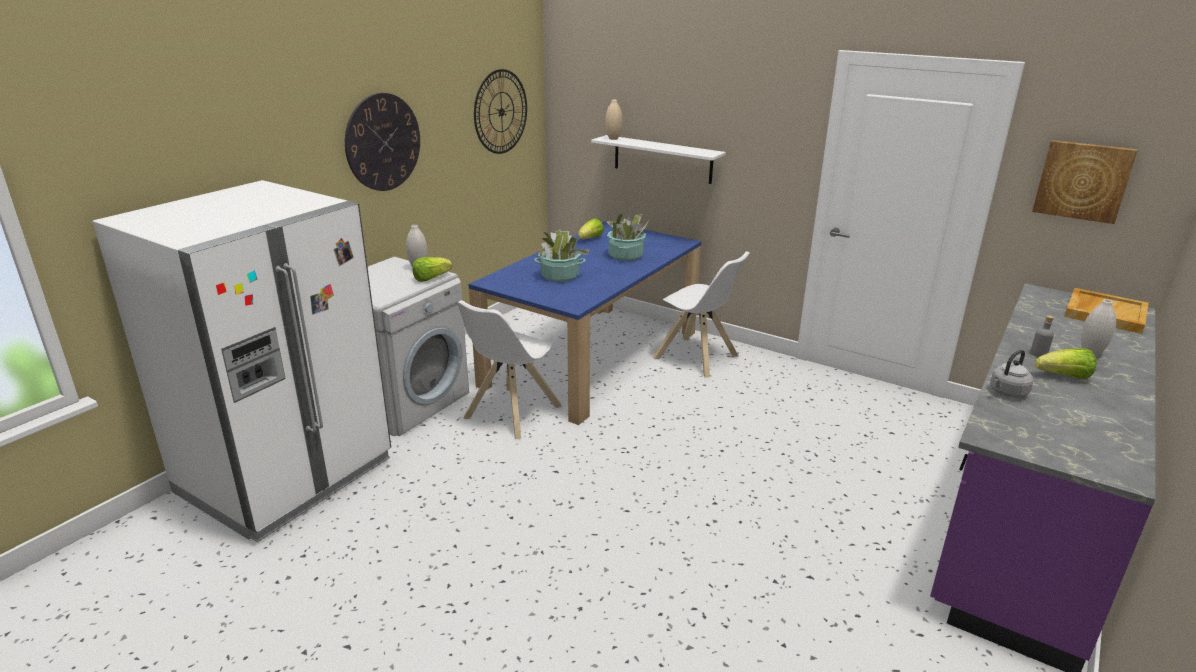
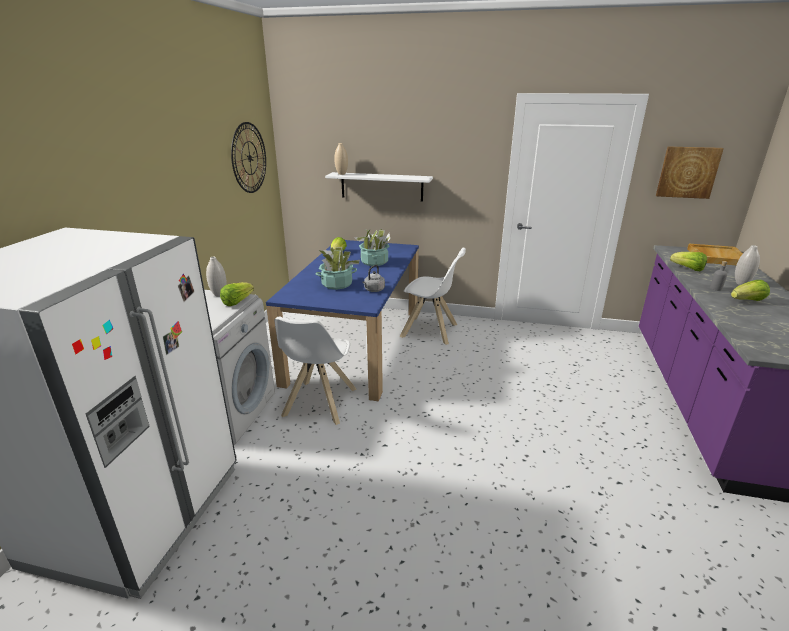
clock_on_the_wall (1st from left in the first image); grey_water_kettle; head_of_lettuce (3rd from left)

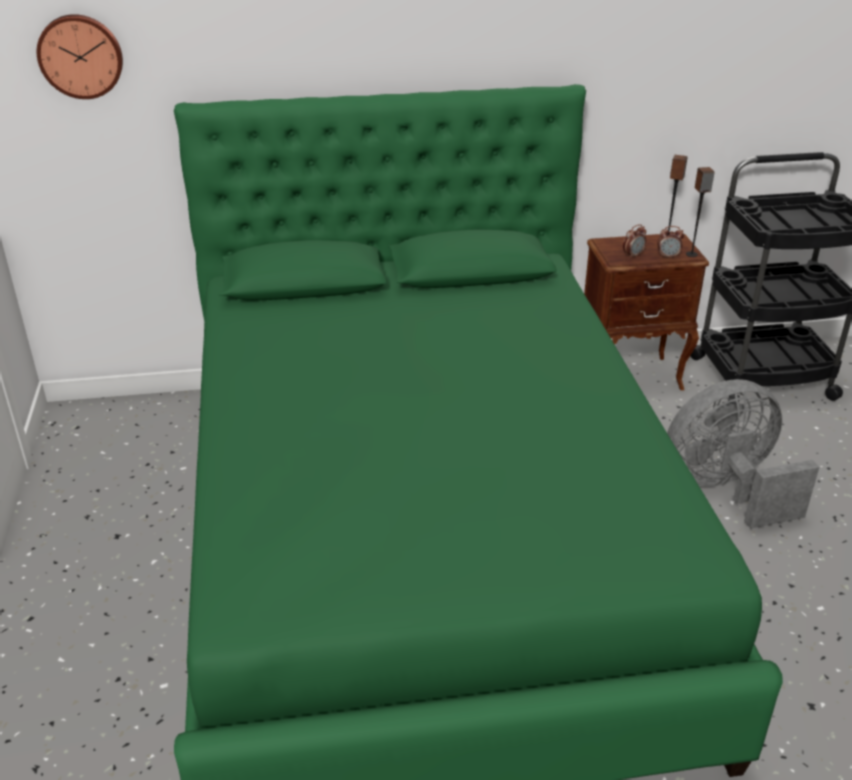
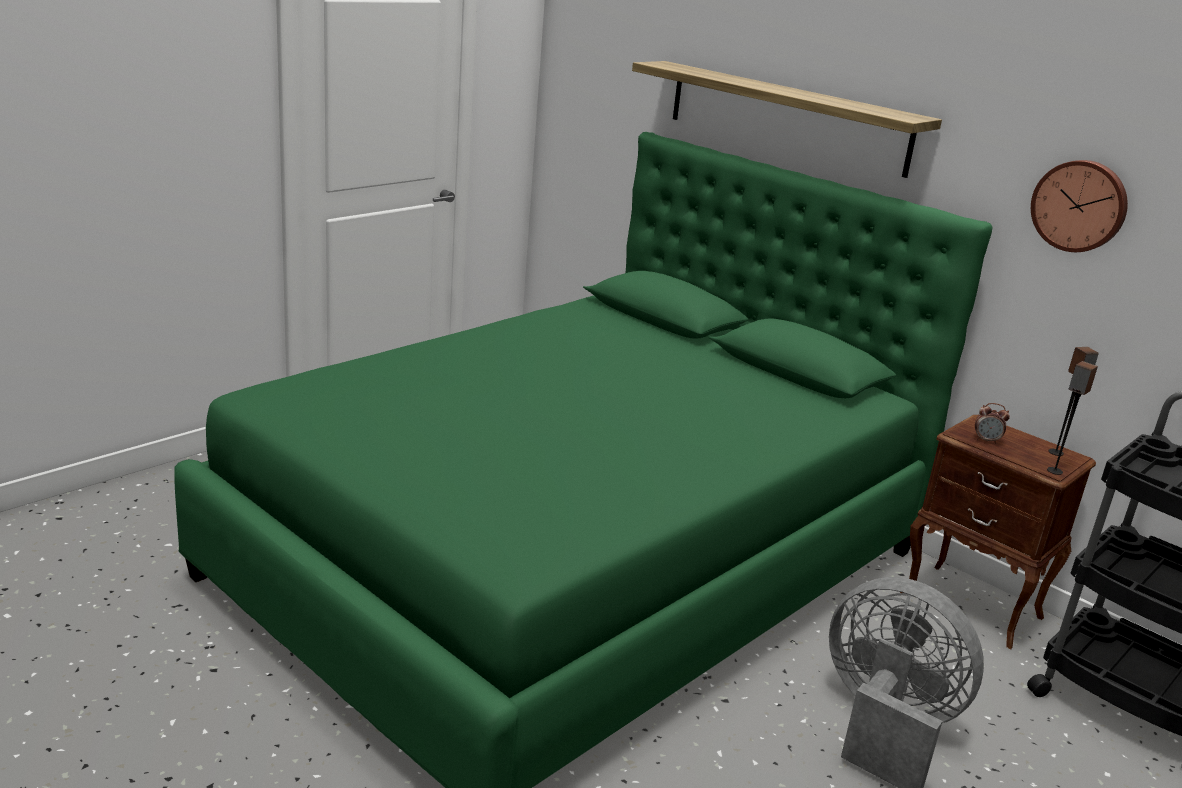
clock_on_the_wall; alarm_clock (2nd from left in the first image); bracket_shelf

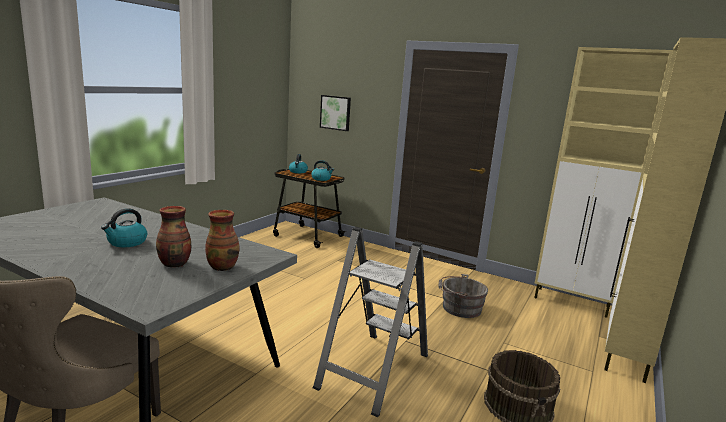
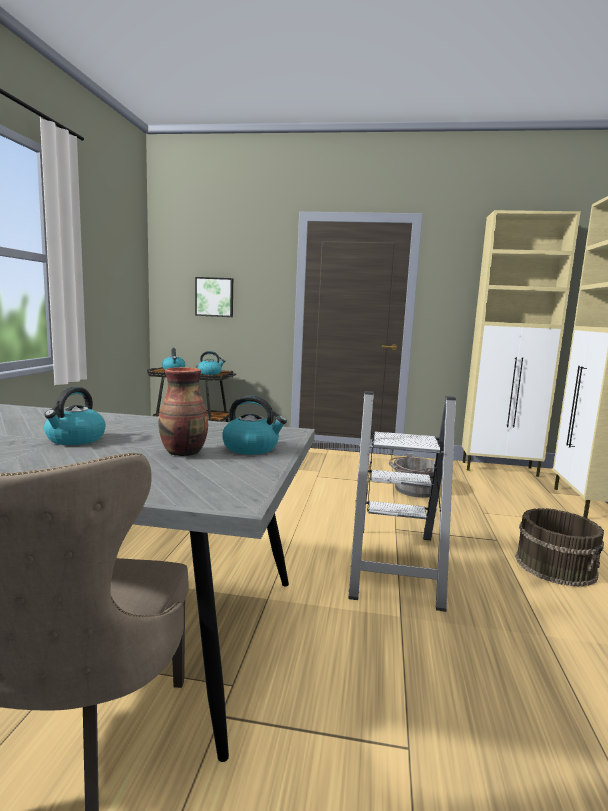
water_kettle (4th from left)

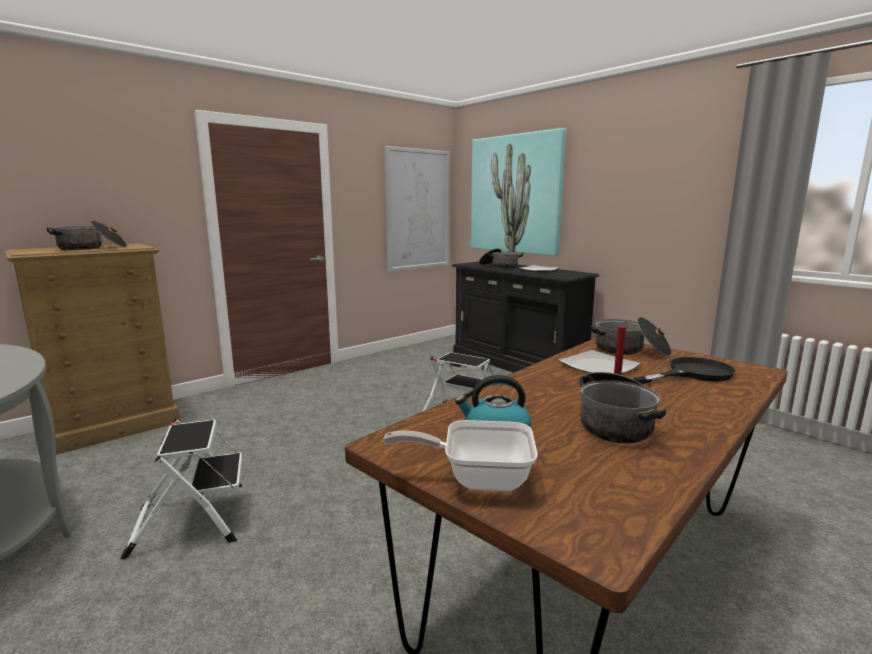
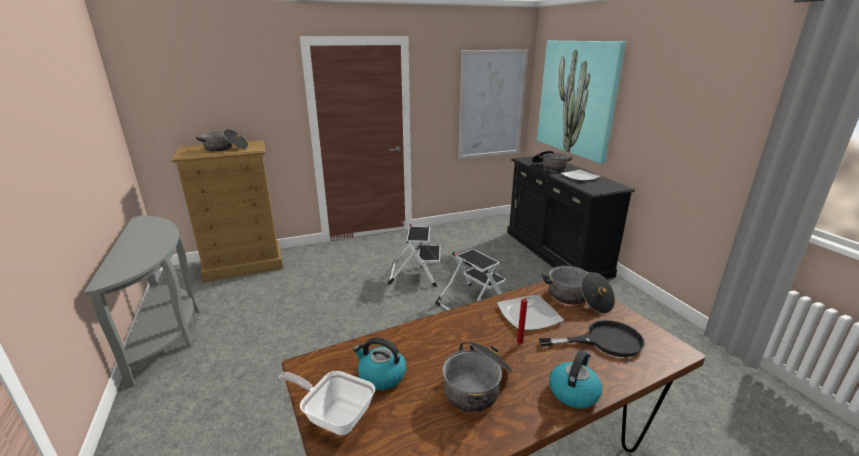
step_ladder (1st from left); water_kettle (2nd from left)

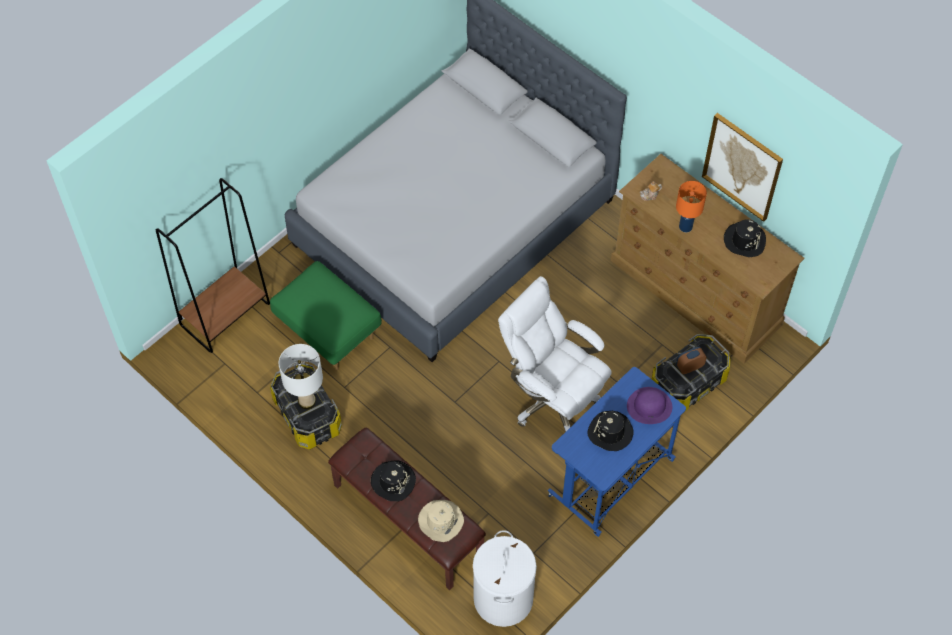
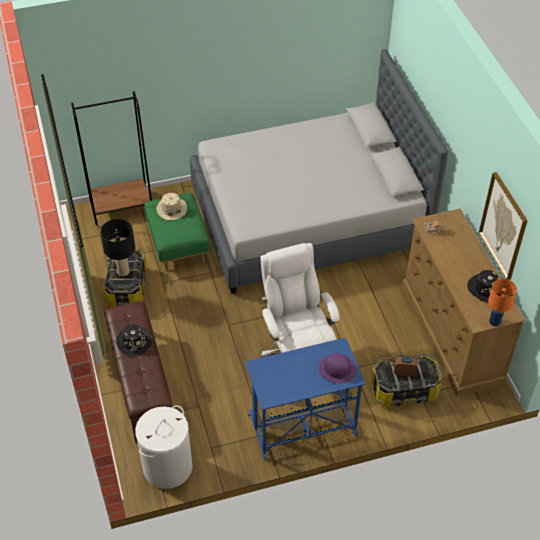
orange_table_lamp; black_table_lamp; black_hat (2nd from left in the first image); beige_hat

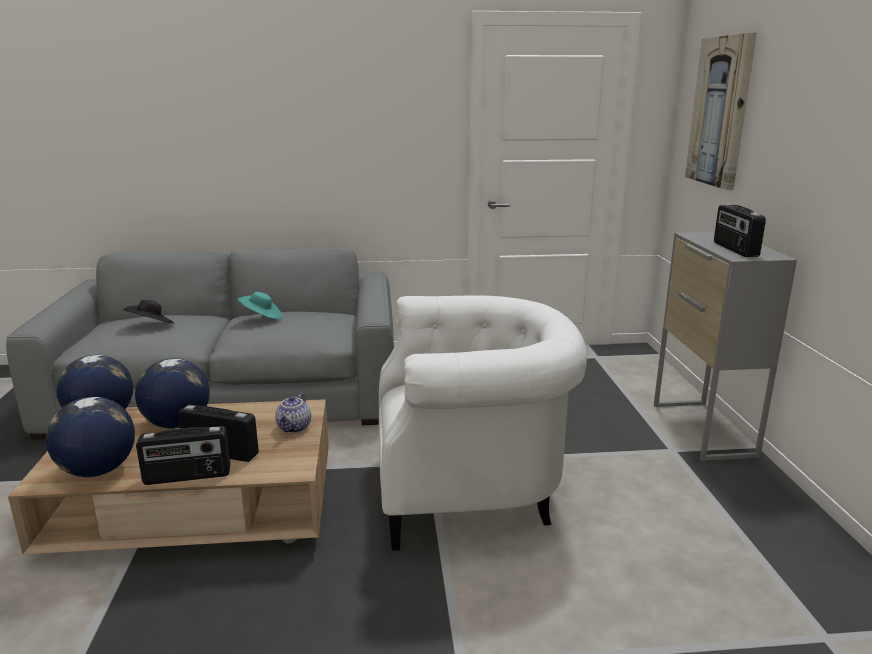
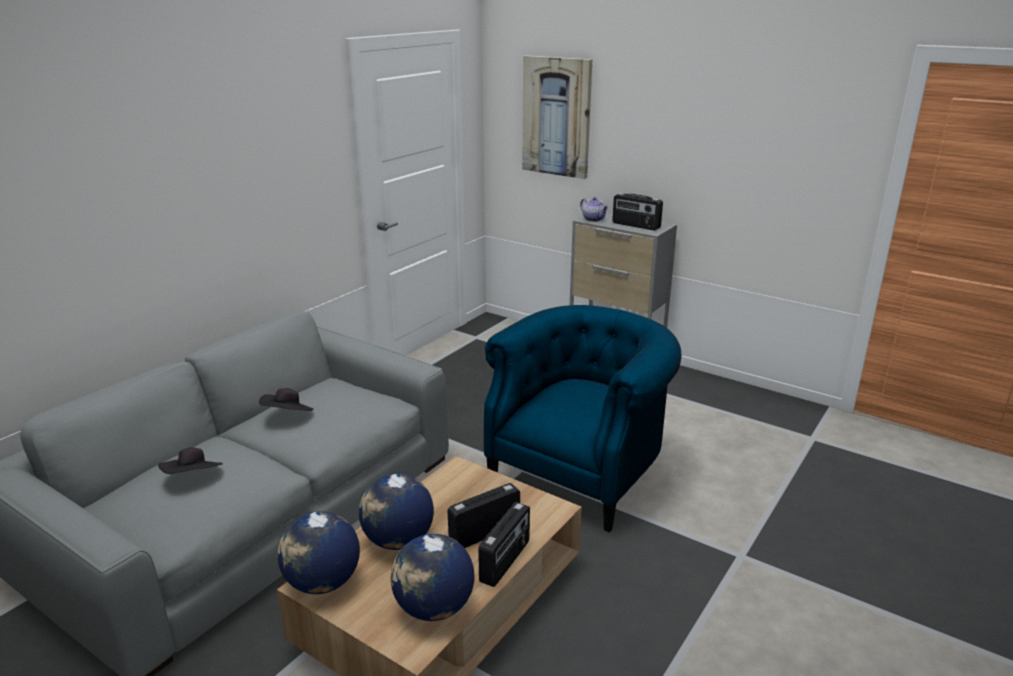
black_hat (2nd from left); bluish_armchair; teapot

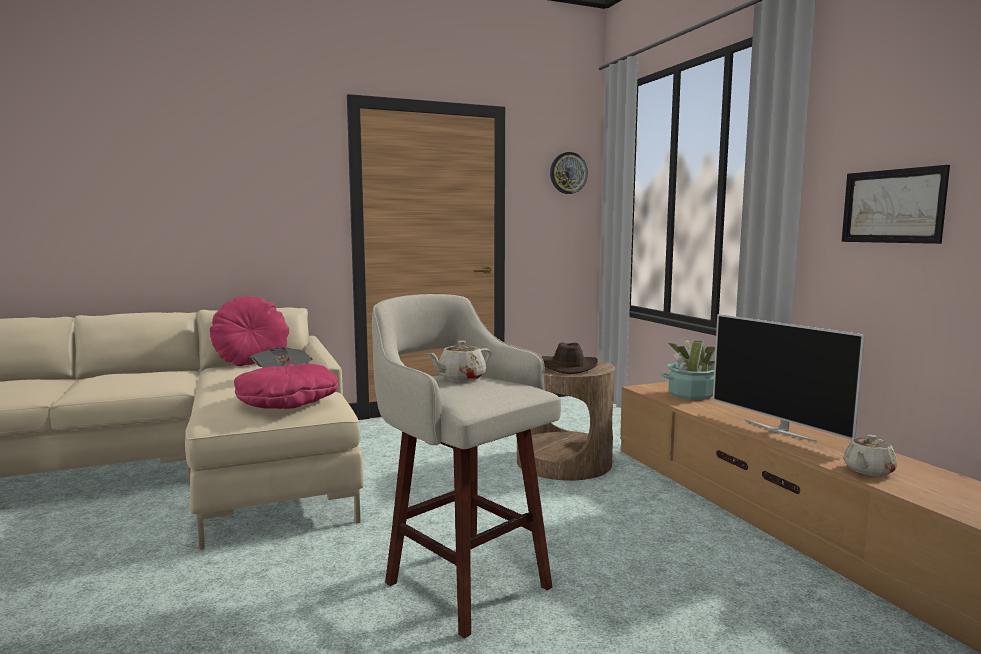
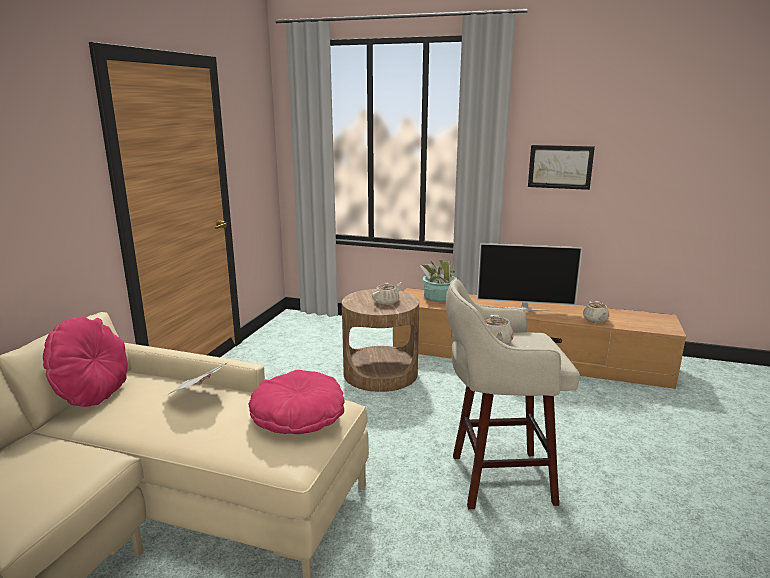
clock_on_the_wall; beige_teapot (1st from left)

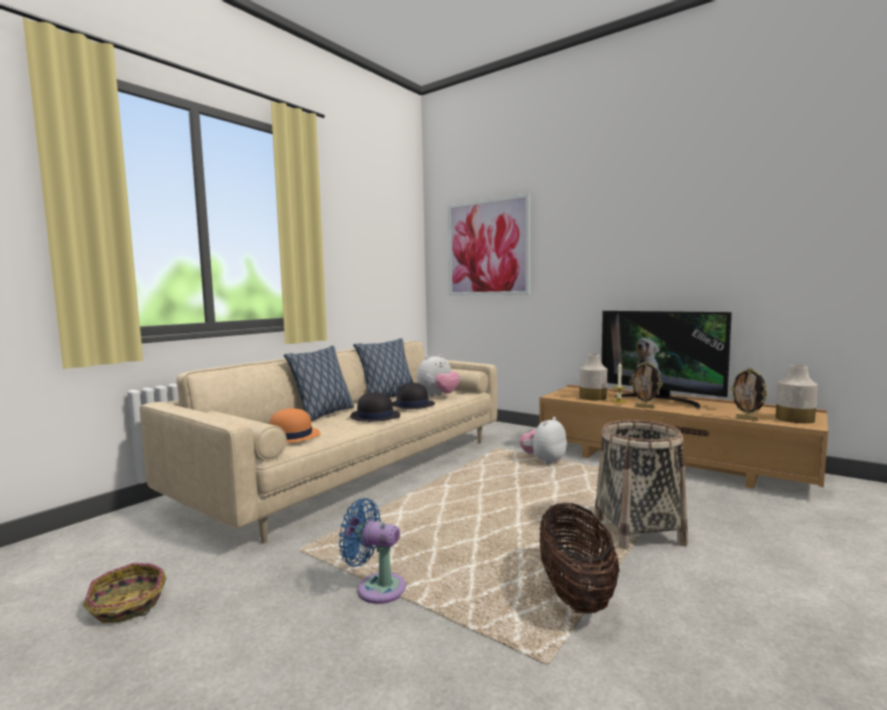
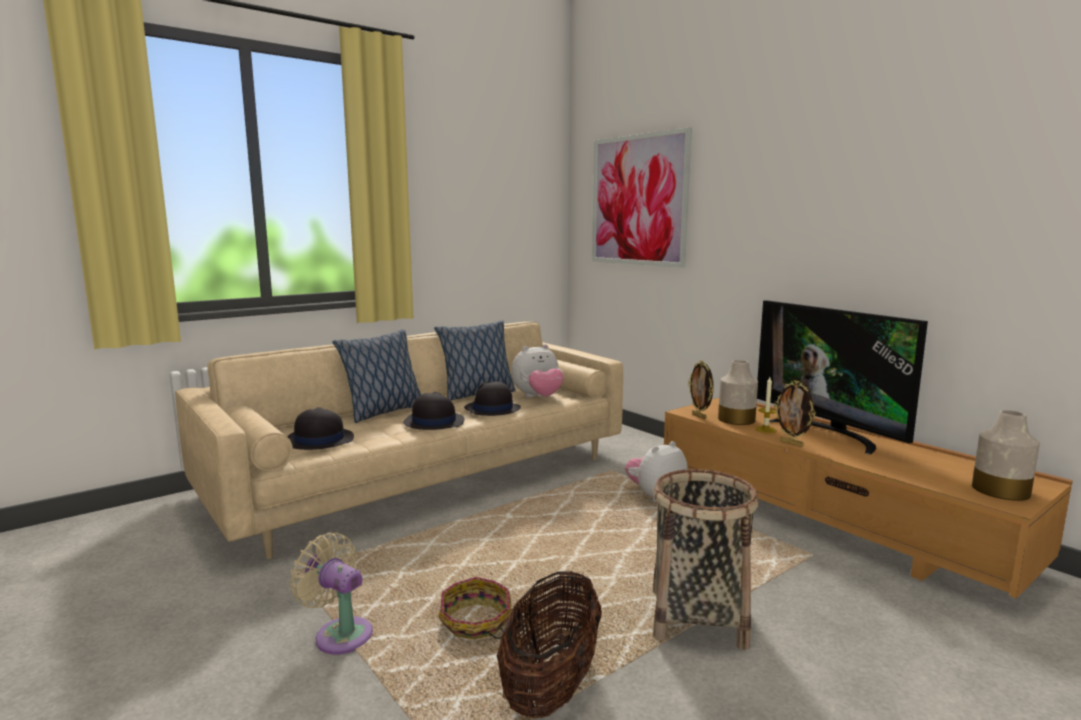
photo_frame (1st from left); black_hat (1st from left); beige_fan; storage_basket (1st from left)

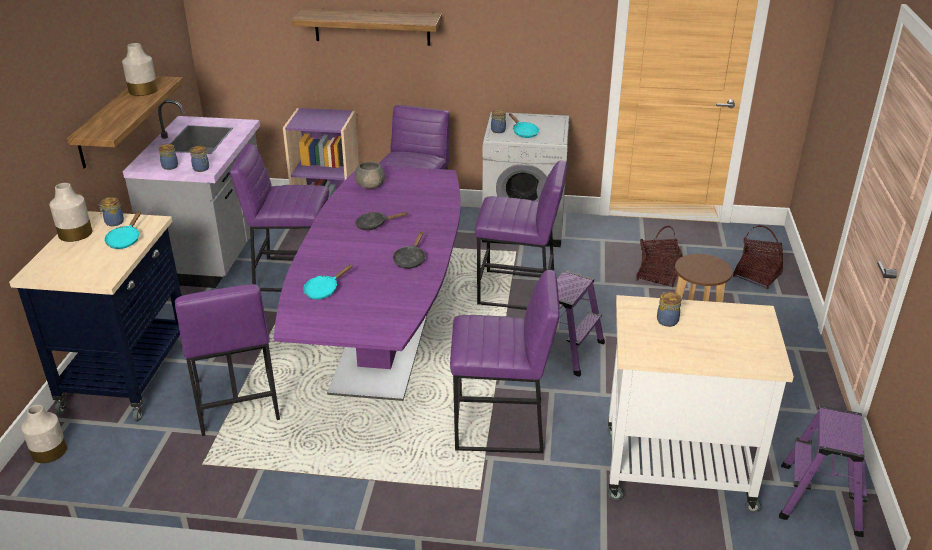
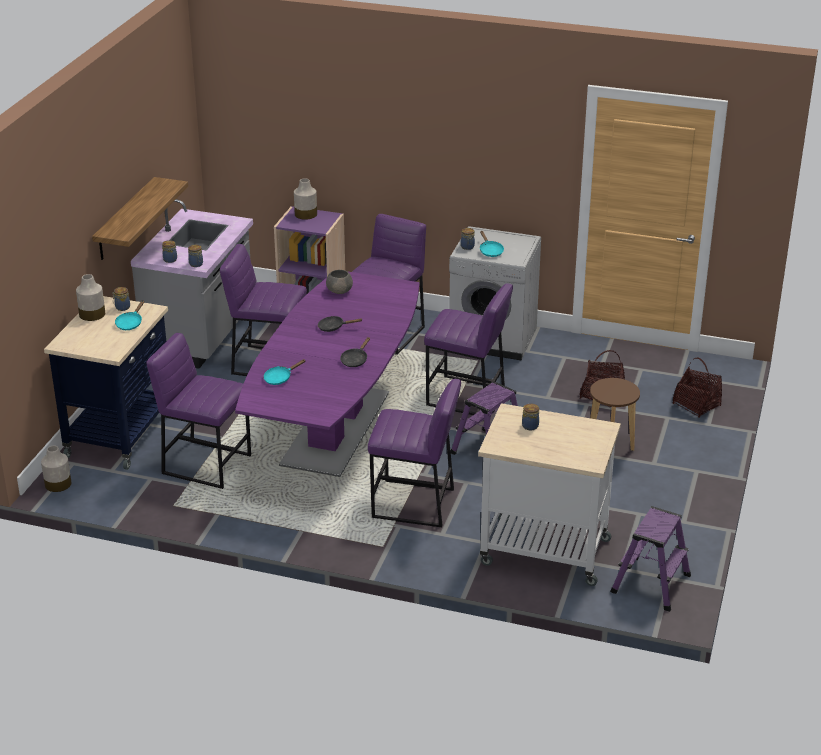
bracket_shelf (2nd from left in the first image); beige_vase (3rd from left); purplish_chair (1st from left)

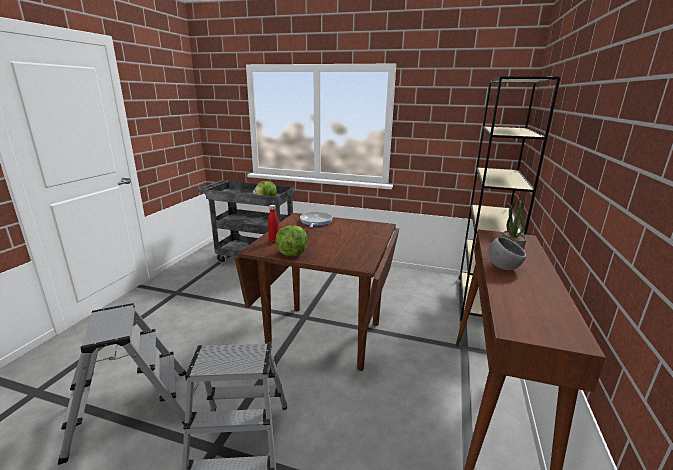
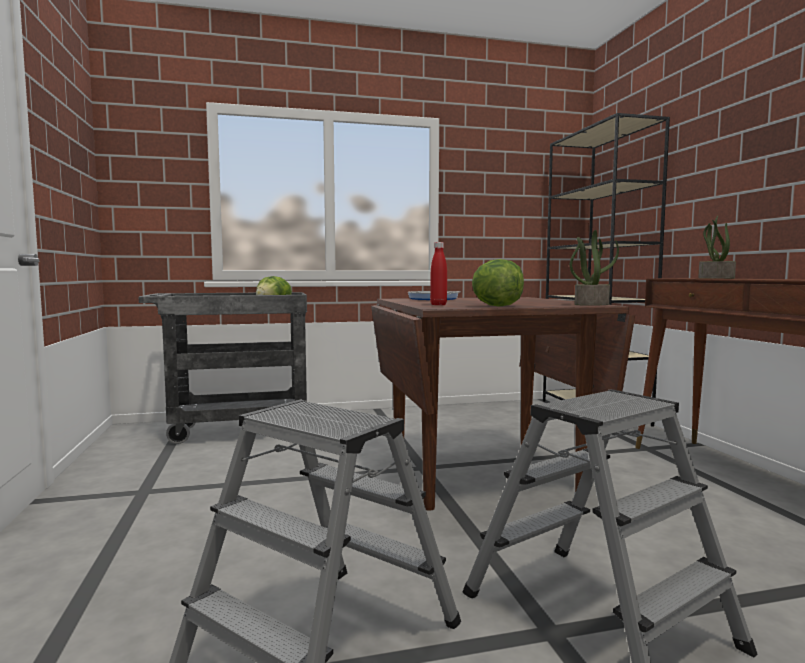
grey_bowl; potted_plant (1st from left)

